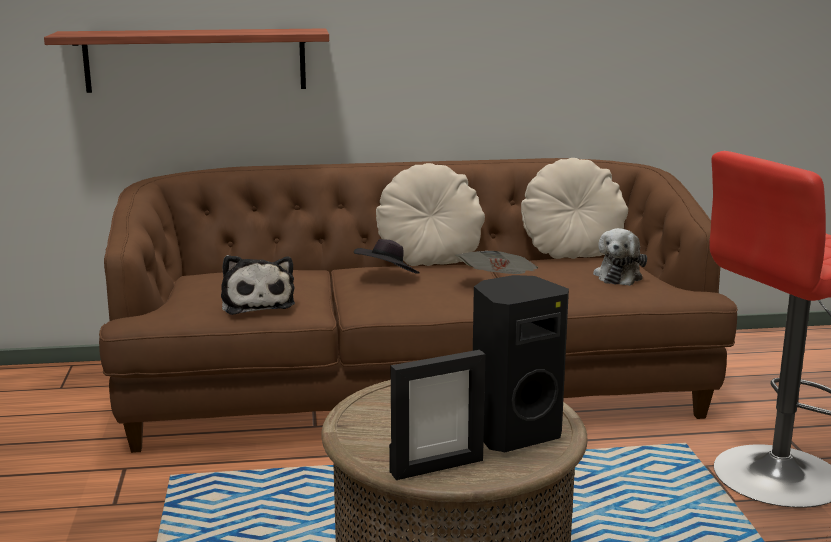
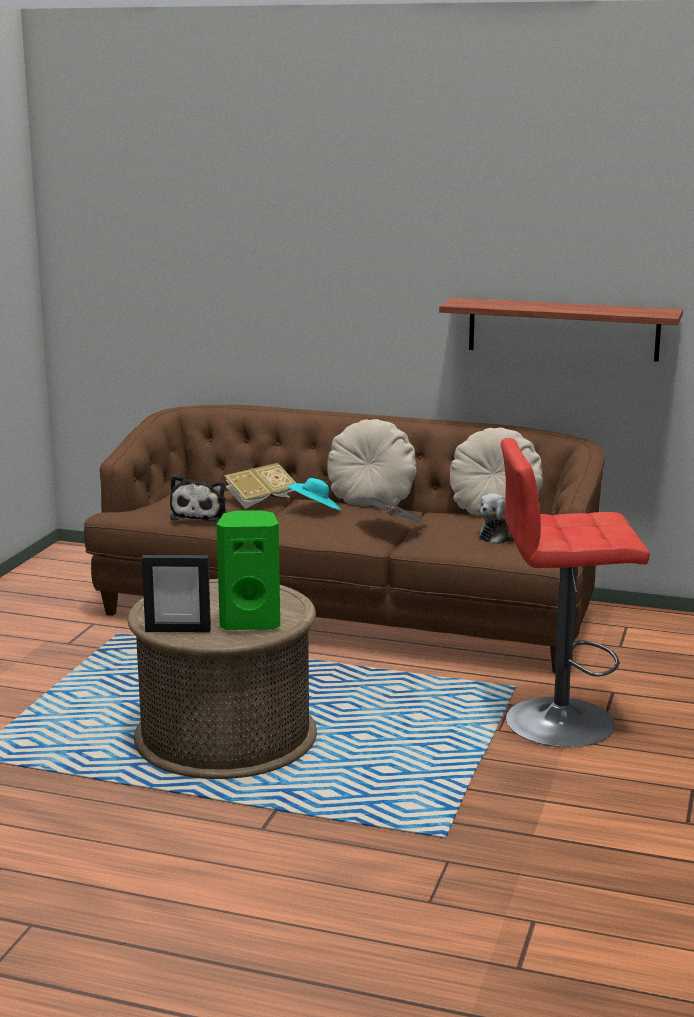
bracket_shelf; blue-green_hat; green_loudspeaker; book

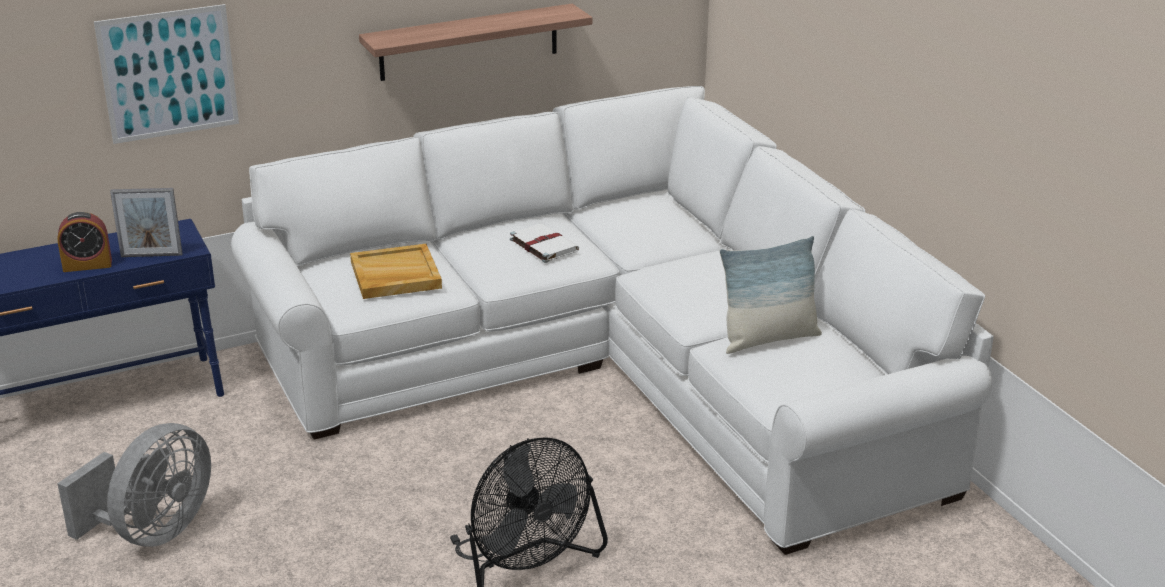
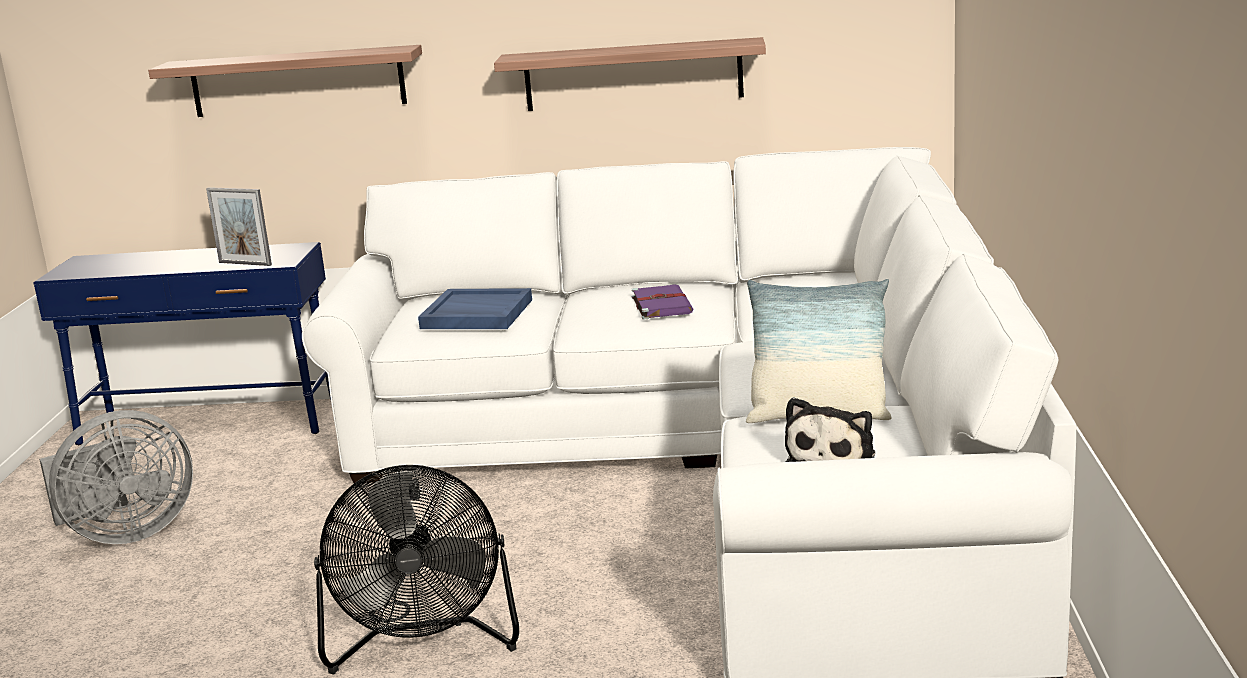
bracket_shelf (1st from left); alarm_clock; purplish_book; bluish_tray; soft_toy

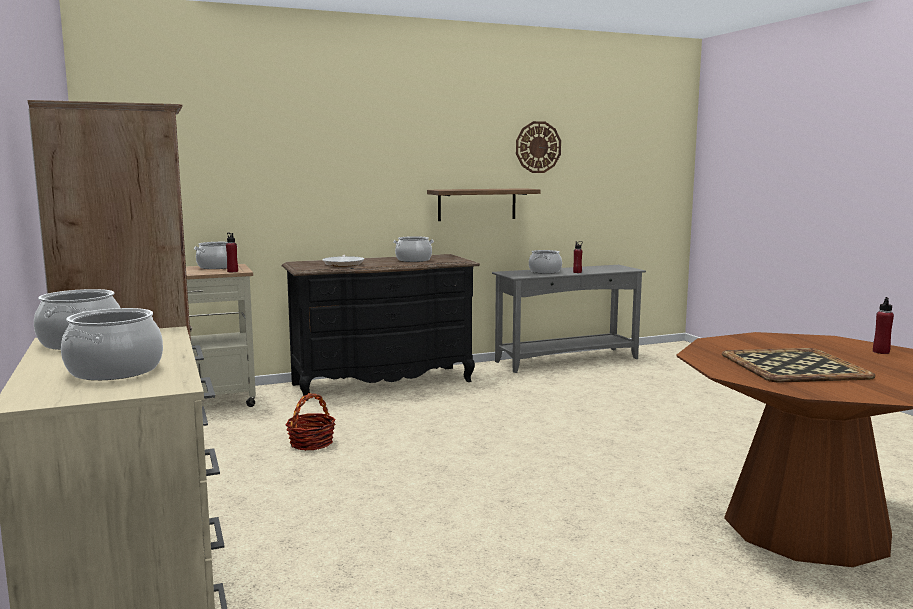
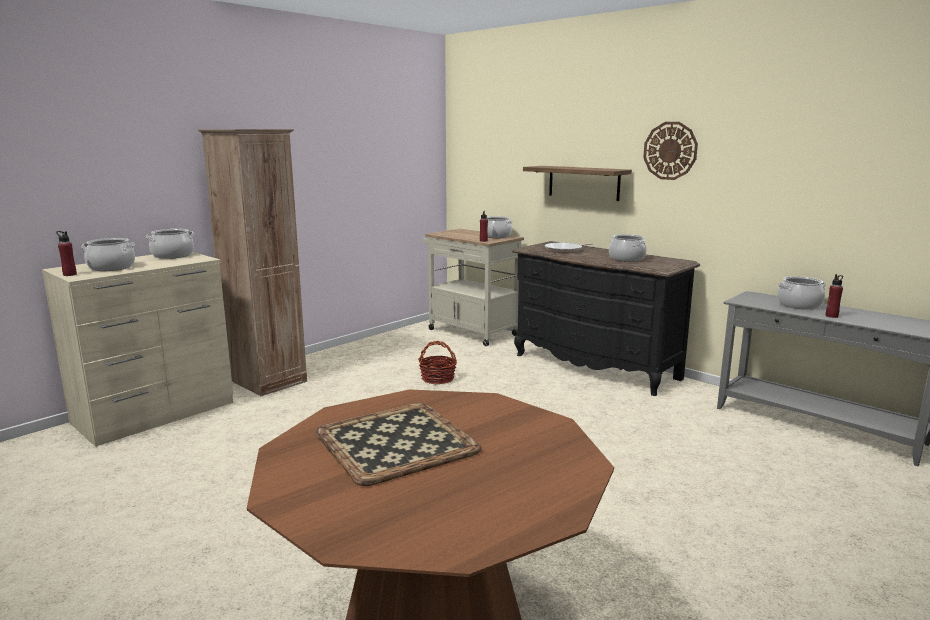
clock_on_the_wall; bracket_shelf; reddish_bottle (1st from left)

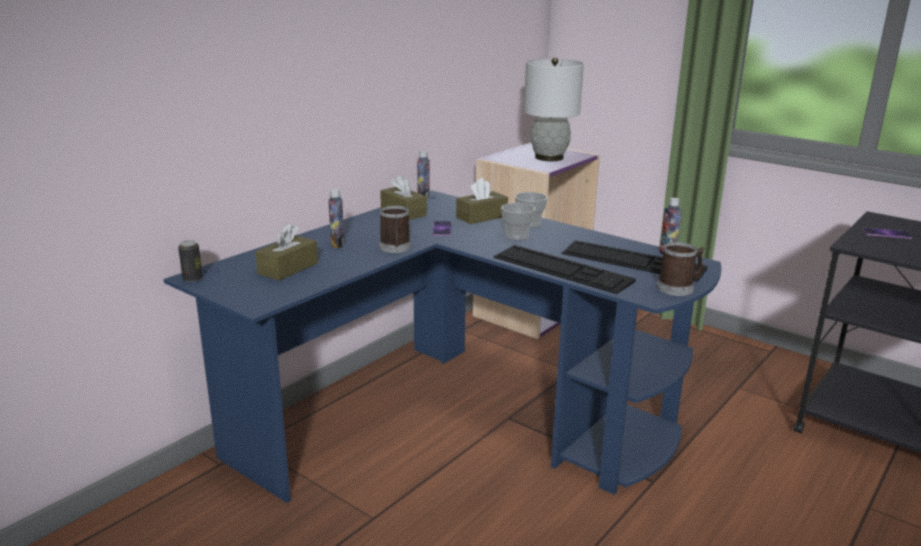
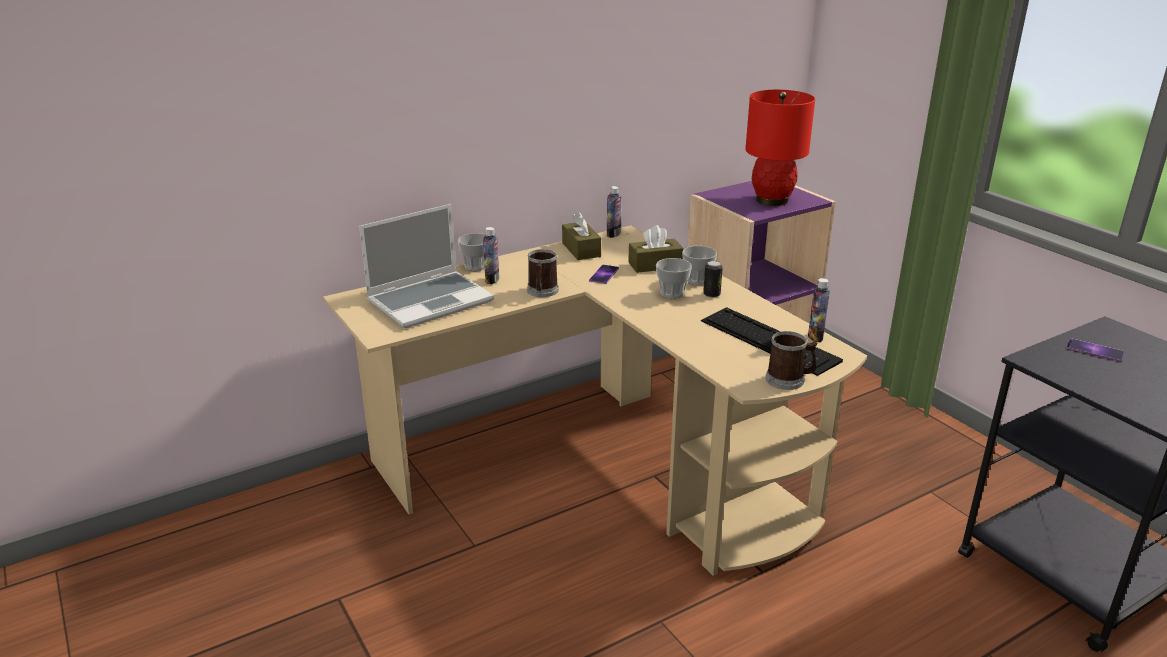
reddish_table_lamp; beige_desk_table; notebook_computer; sealed_can; PC_keyboard (1st from left in the first image); drinking_cup (1st from left)

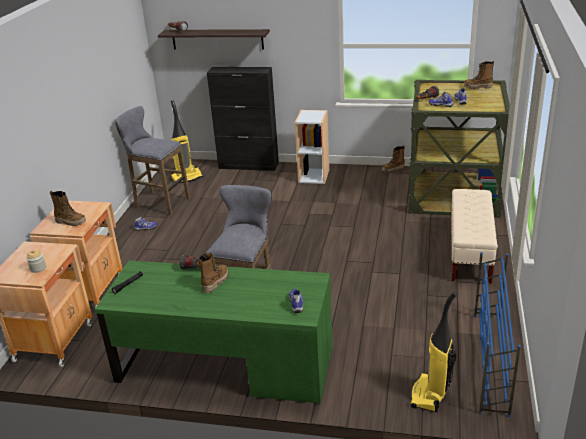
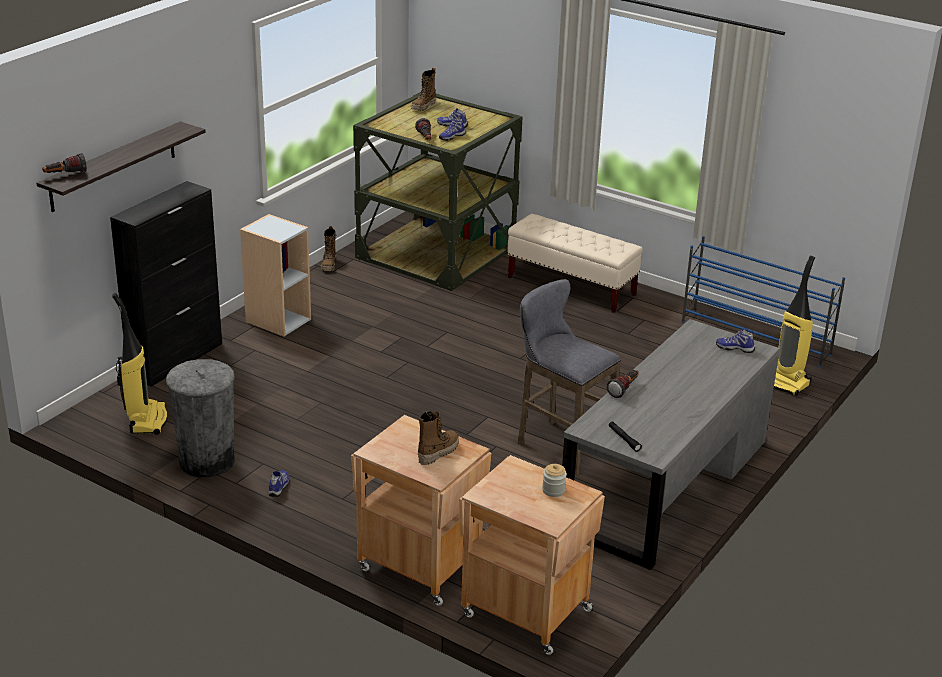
grey_waste_bin; high-top_boot (2nd from left in the first image); grey_desk_table

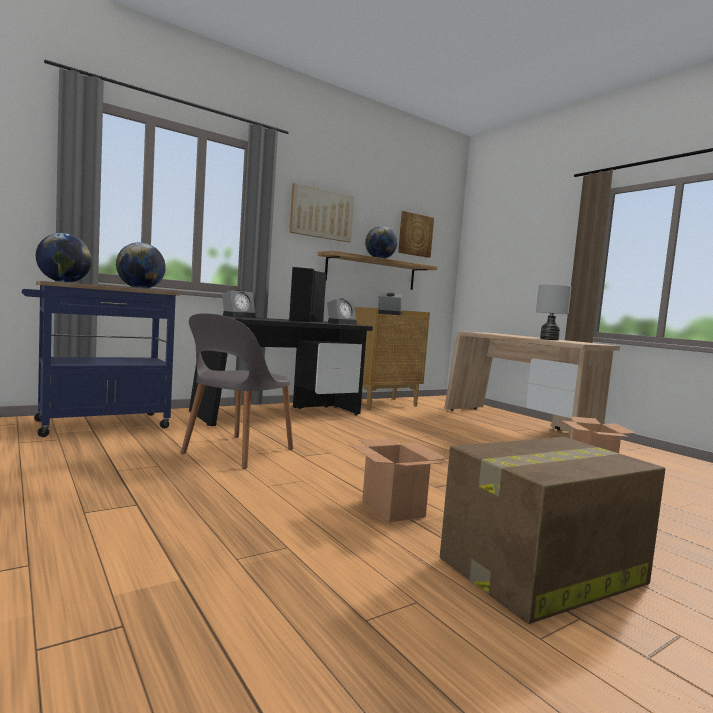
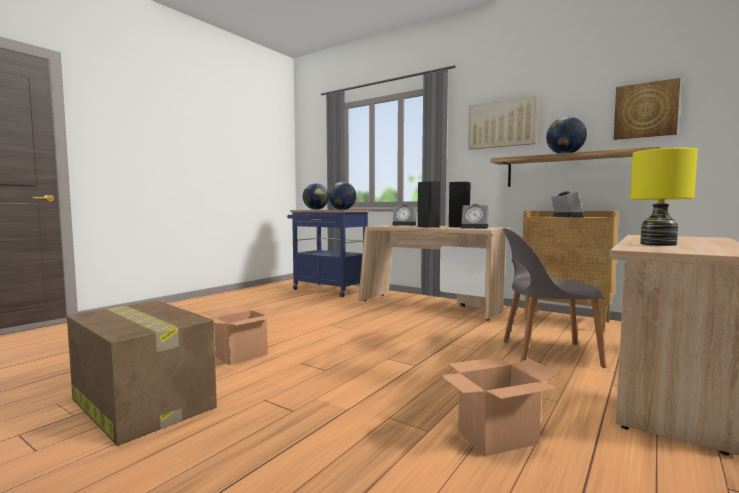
yellow_table_lamp; grey_chair; beige_desk_table (1st from left)

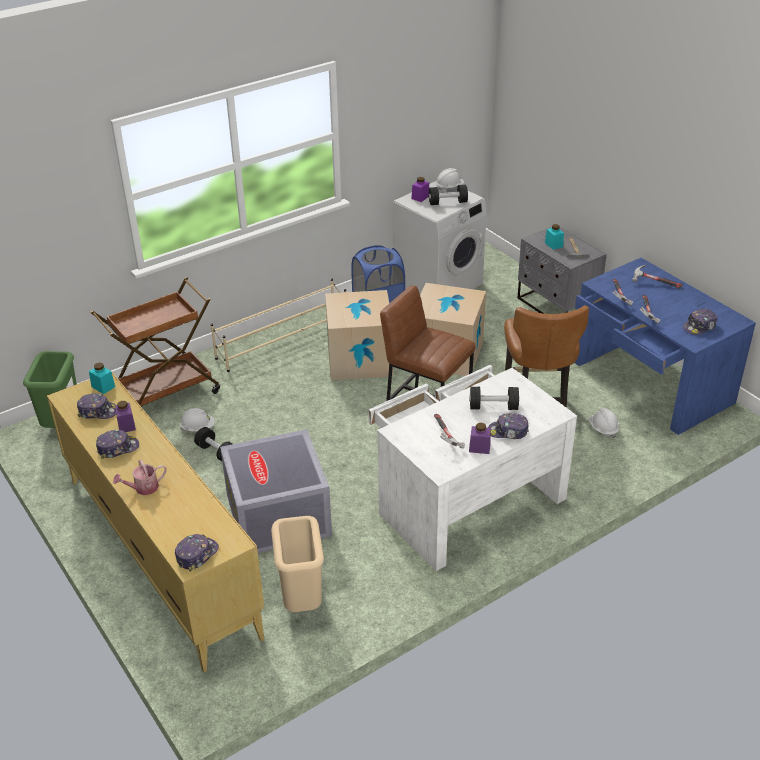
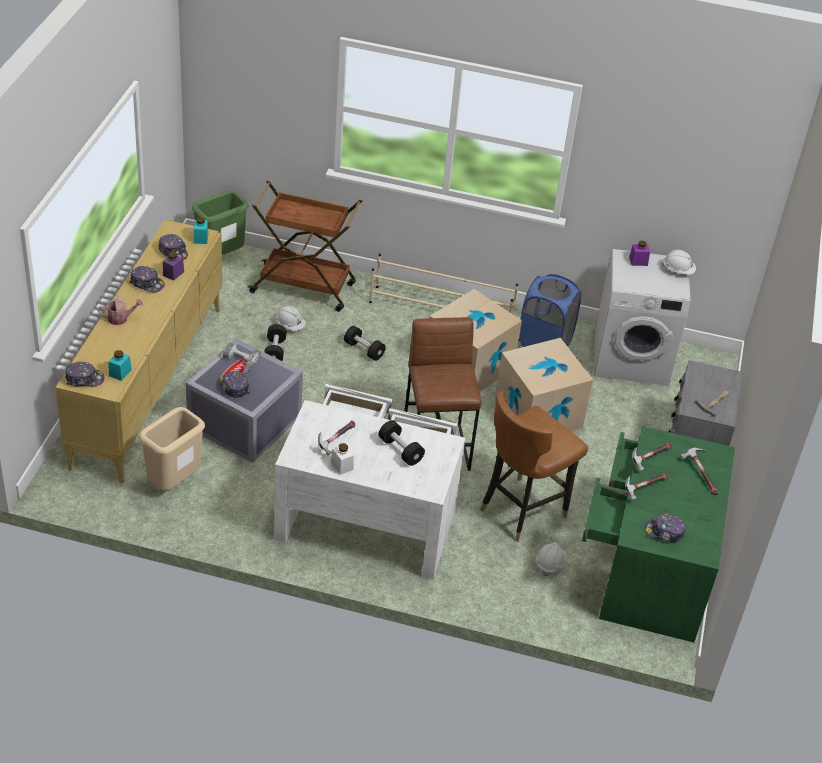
black_hand_weight (2nd from left); blue-green_jar (1st from left); green_desk_table; baseball_cap (4th from left); white_jar; watering_can; drill

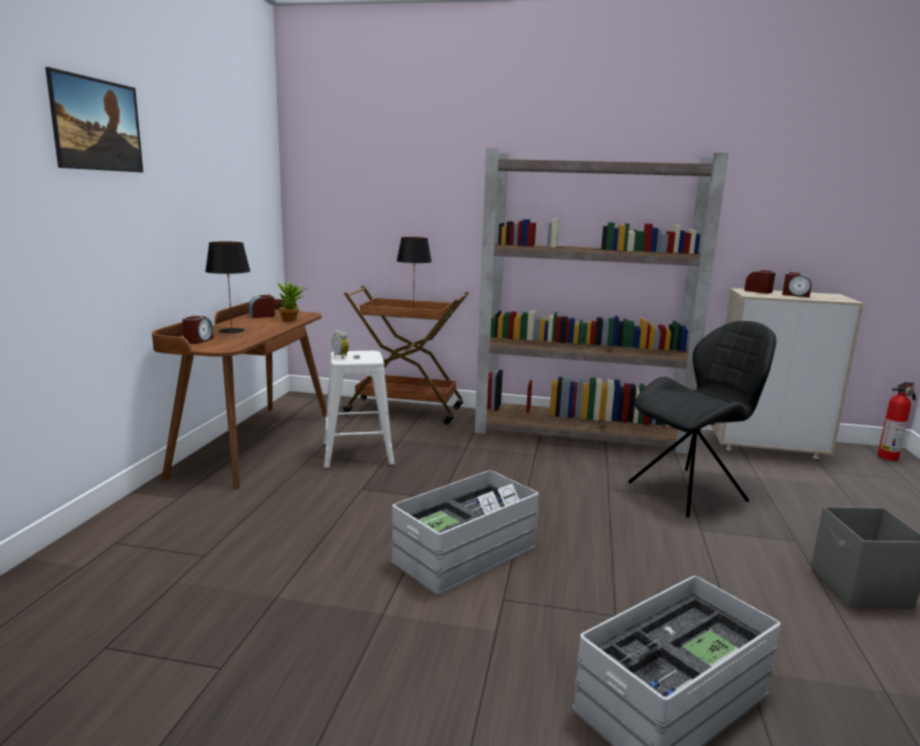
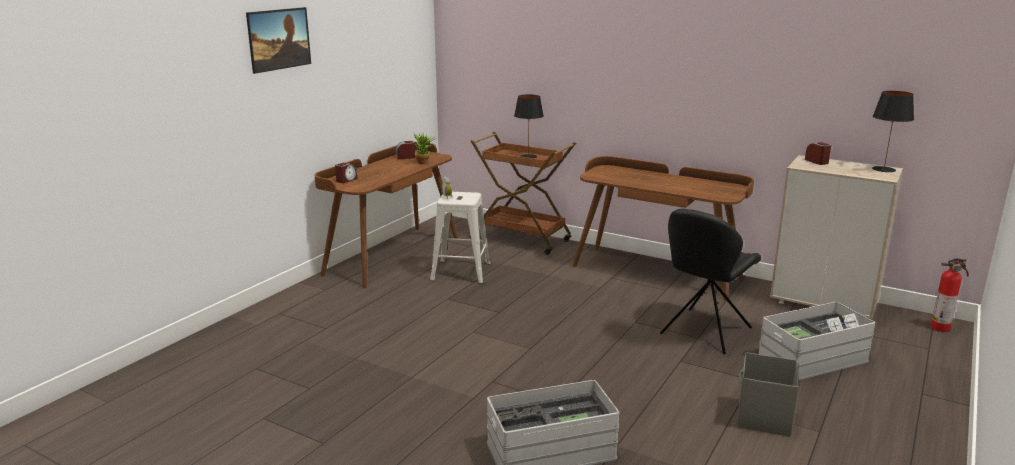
brown_desk_table (2nd from left); black_table_lamp (2nd from left); alarm_clock (5th from left in the first image); black_chair; grey_storage_box (3rd from left)

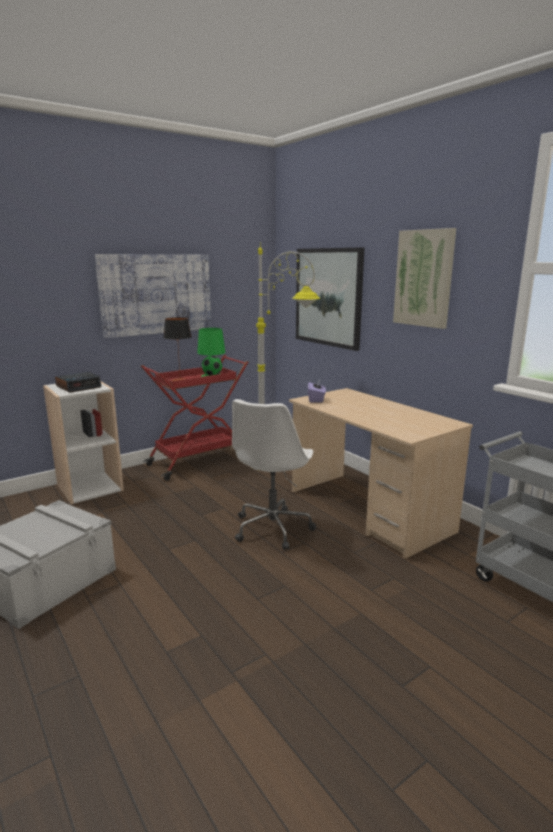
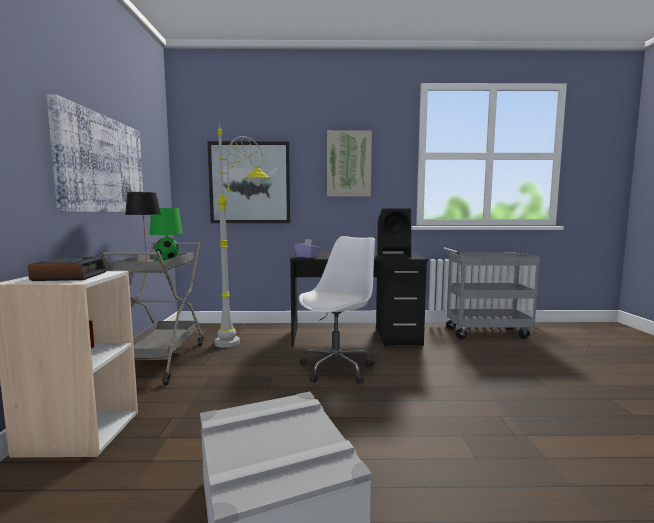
grey_cart (1st from left); black_desk_table; white_desk_chair; black_loudspeaker

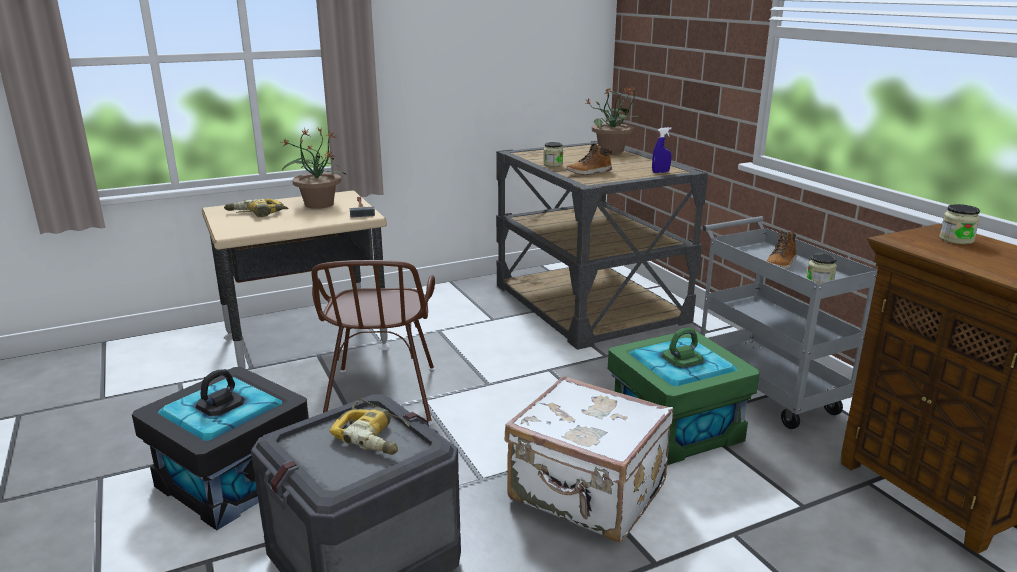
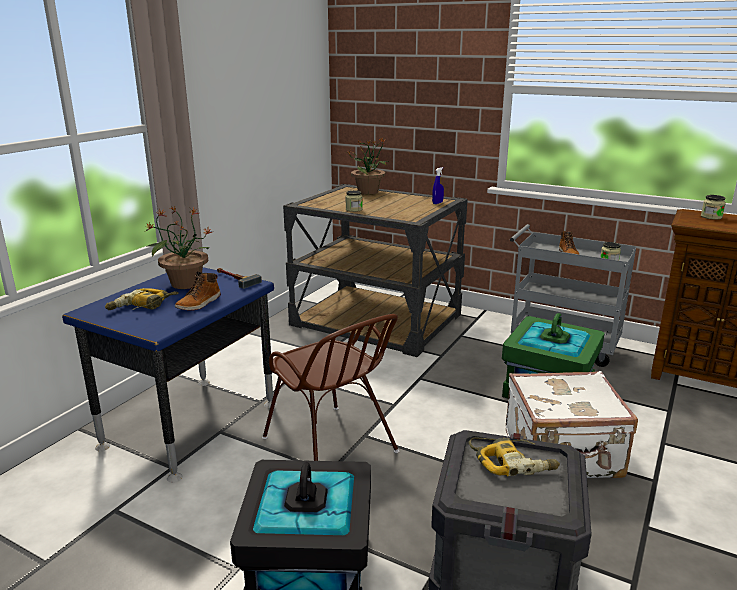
high-top_boot (1st from left); bluish_desk_table

